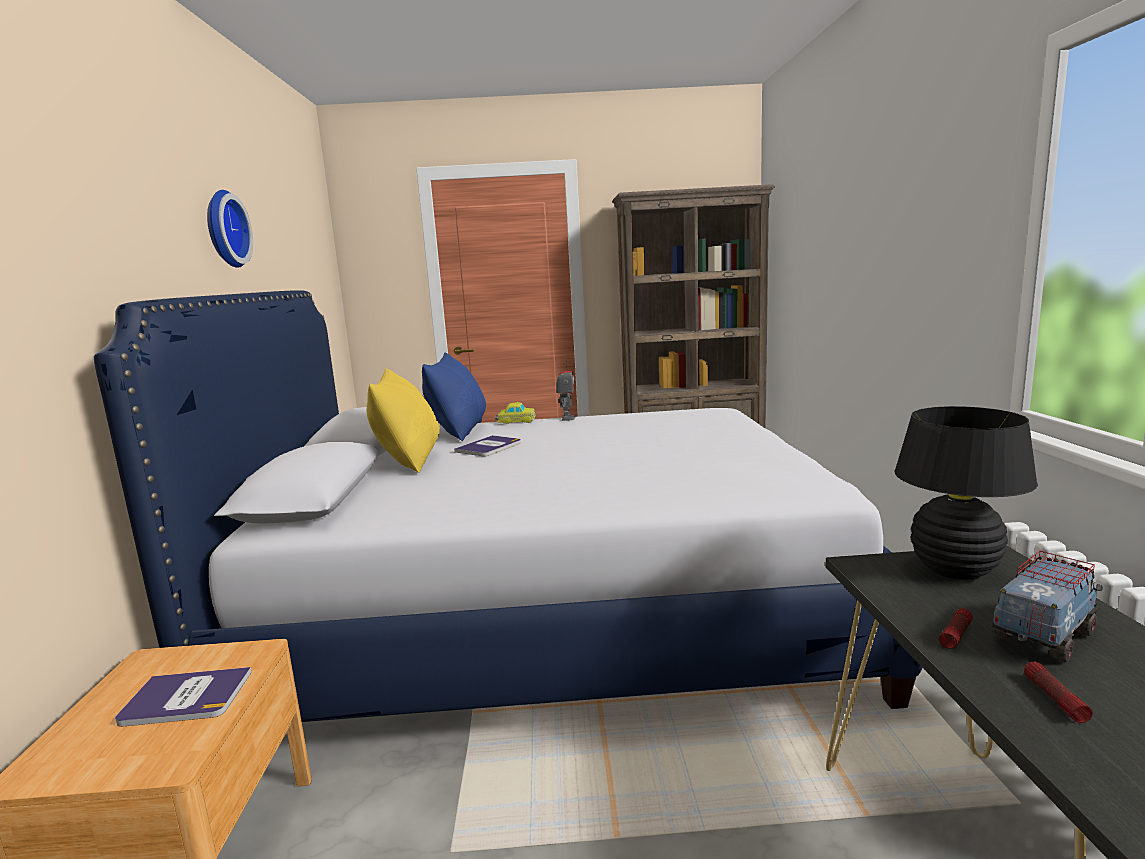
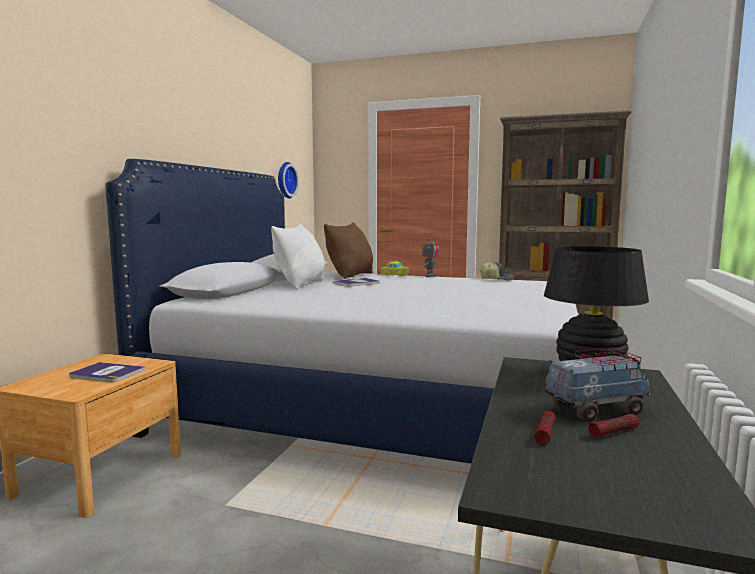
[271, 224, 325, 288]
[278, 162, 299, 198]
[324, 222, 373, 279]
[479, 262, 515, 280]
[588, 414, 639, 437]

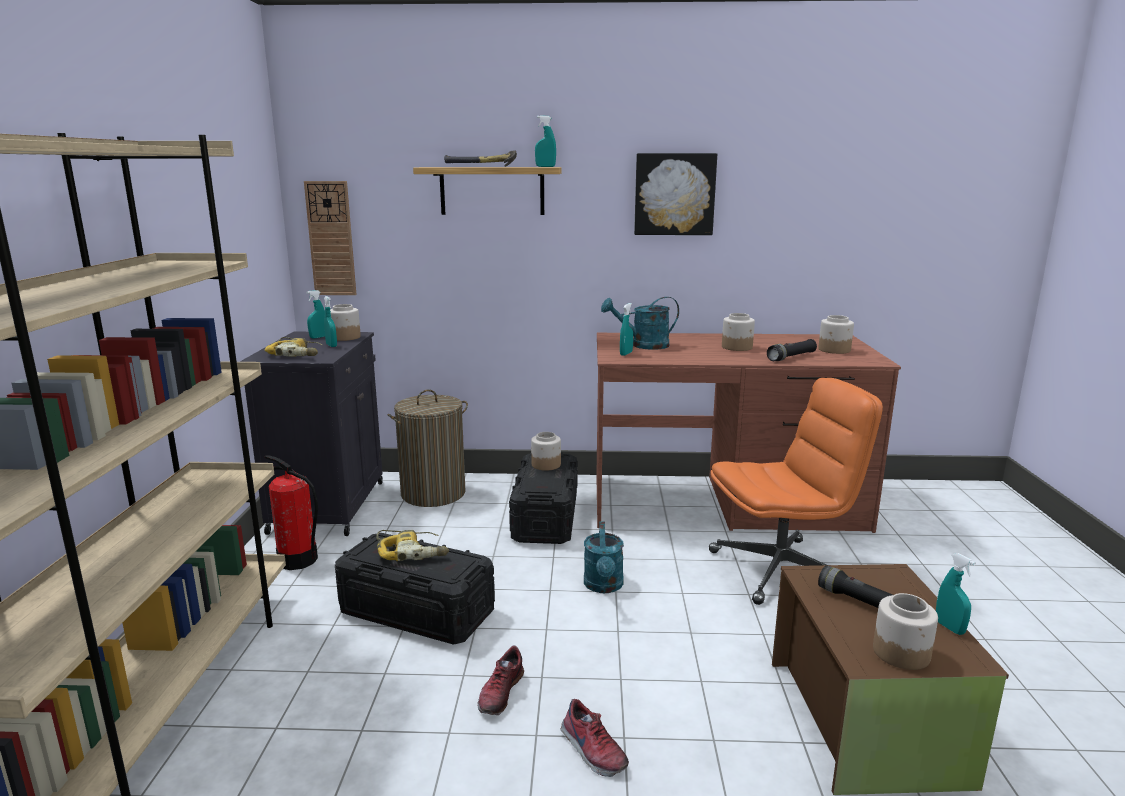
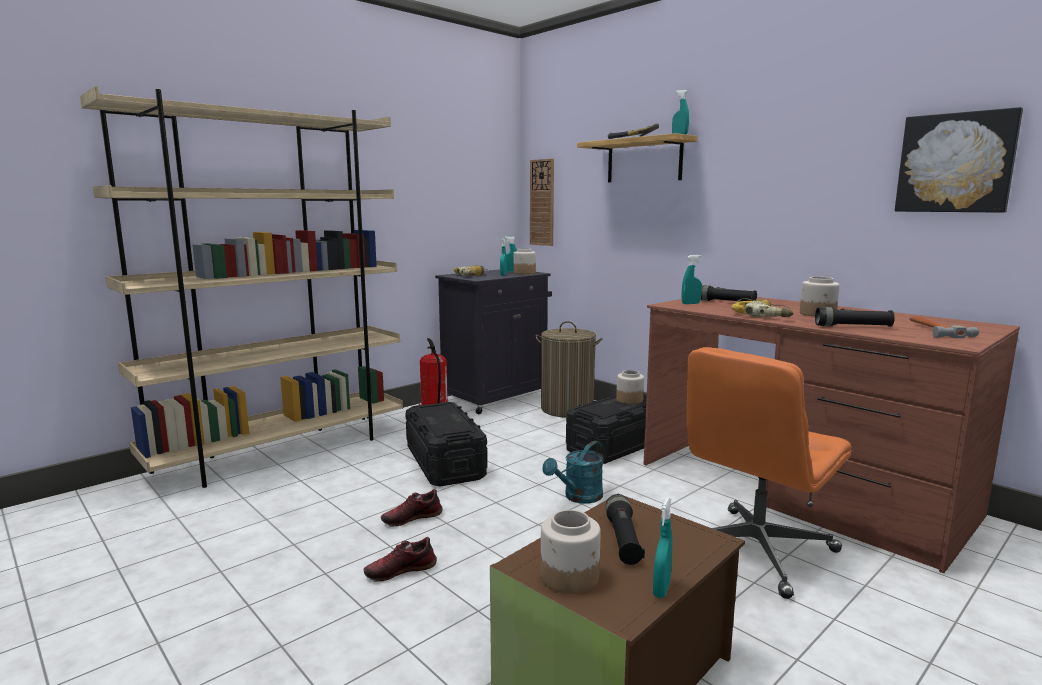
[364, 537, 437, 582]
[687, 347, 851, 599]
[701, 285, 757, 301]
[731, 298, 794, 317]
[895, 107, 1023, 213]
[909, 316, 979, 338]

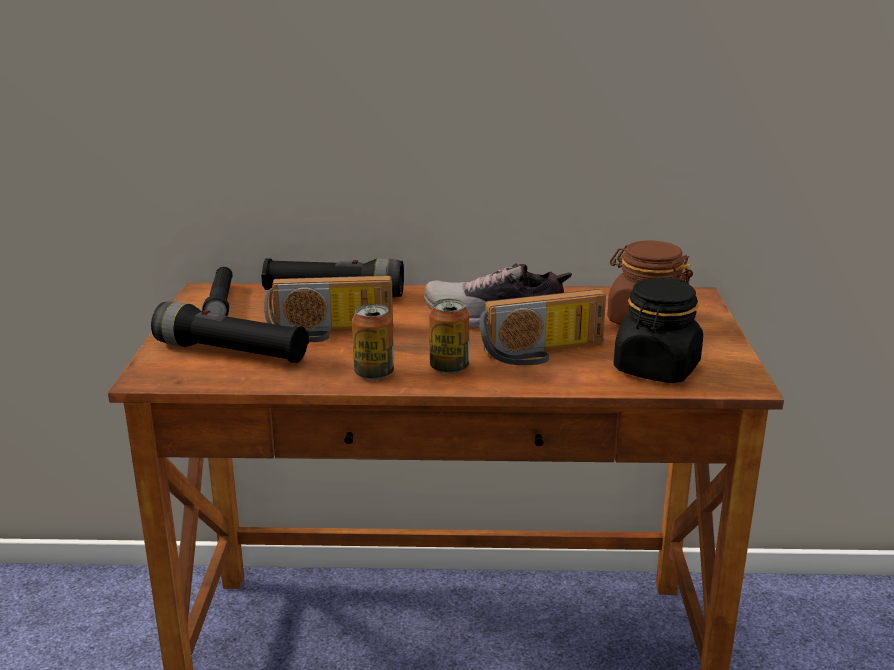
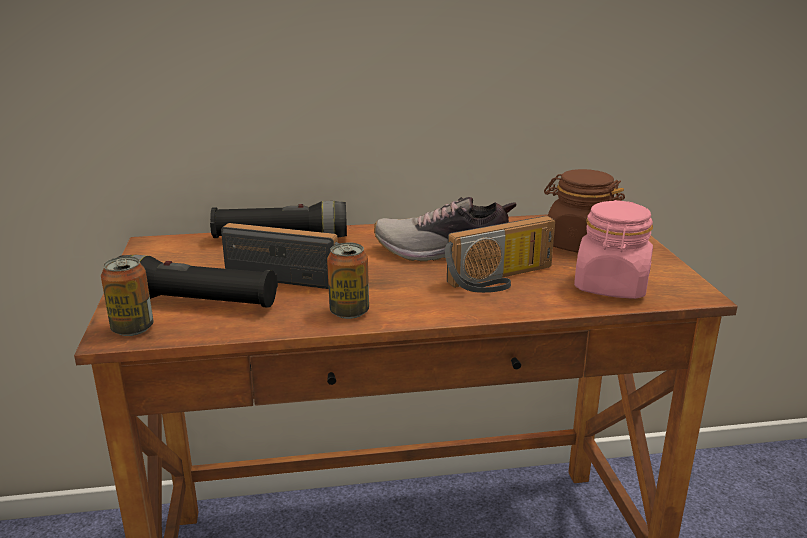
[101, 256, 153, 336]
[221, 223, 339, 289]
[574, 200, 653, 299]
[202, 267, 233, 316] (first image)

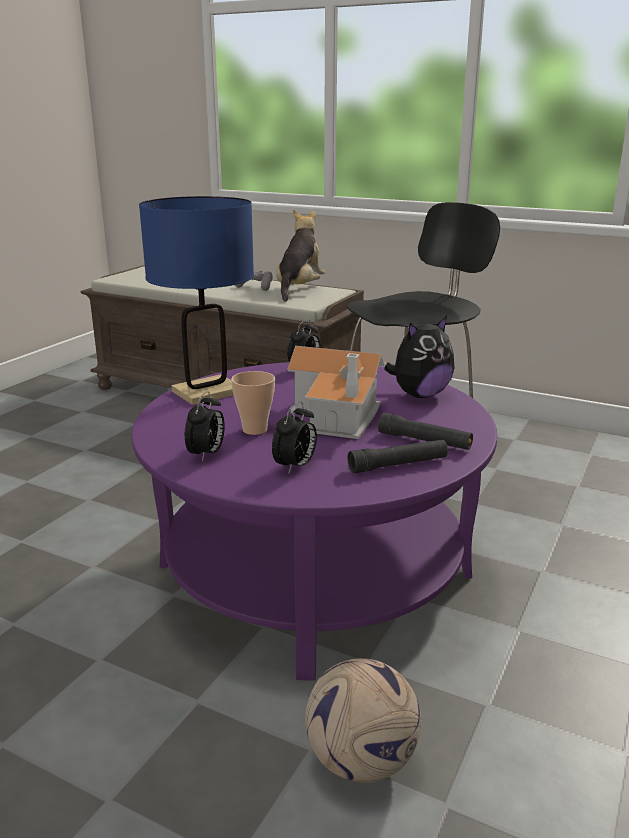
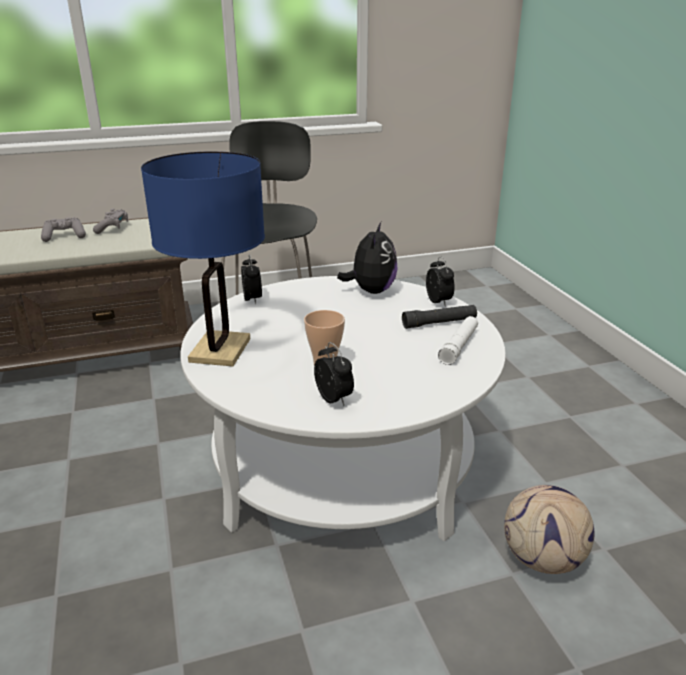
[93, 209, 128, 234]
[180, 276, 506, 541]
[426, 256, 455, 307]
[438, 316, 478, 365]
[288, 346, 386, 439] (first image)

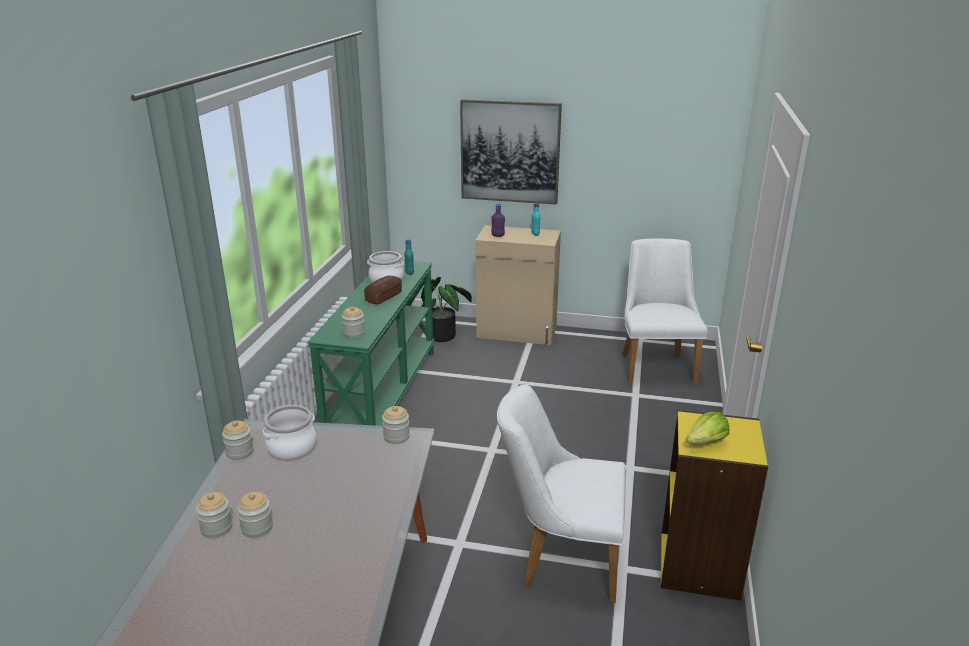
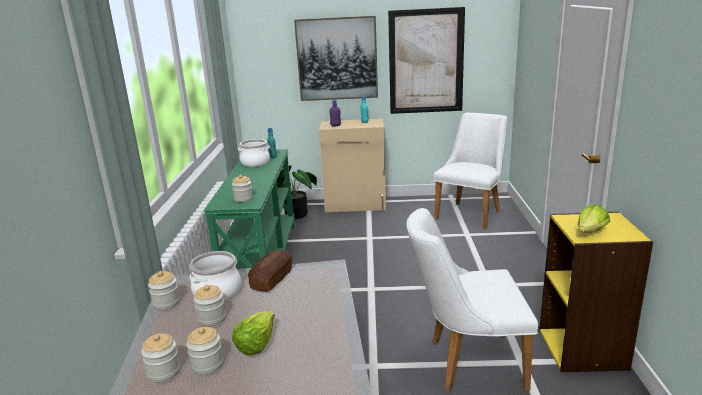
[194, 285, 226, 326]
[232, 311, 275, 355]
[248, 250, 292, 292]
[388, 7, 465, 114]
[433, 113, 507, 229]

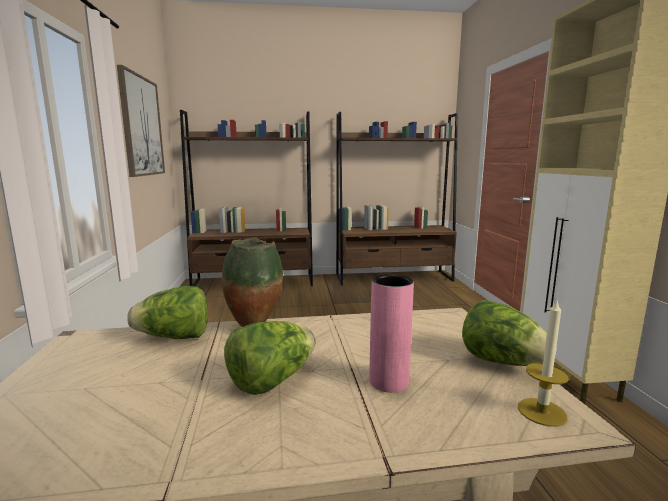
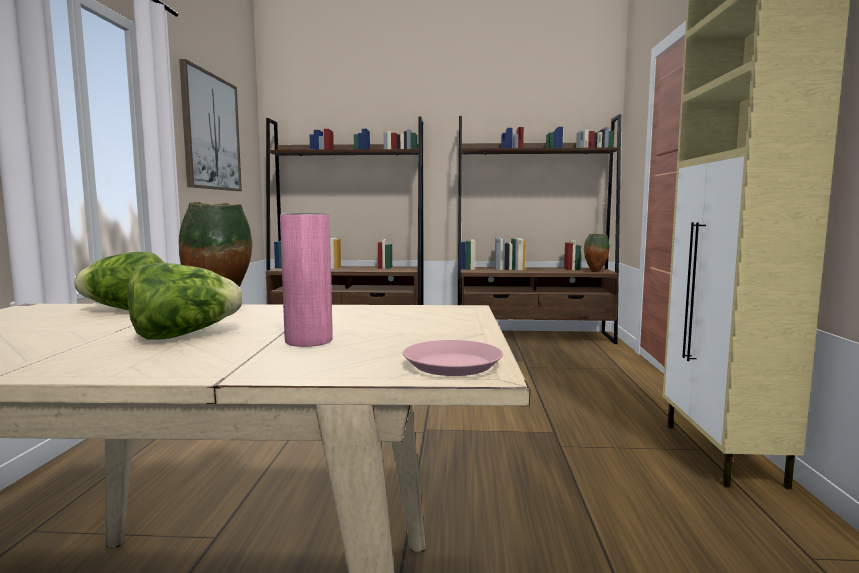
[403, 340, 503, 376]
[584, 234, 610, 272]
[462, 300, 557, 366] (first image)

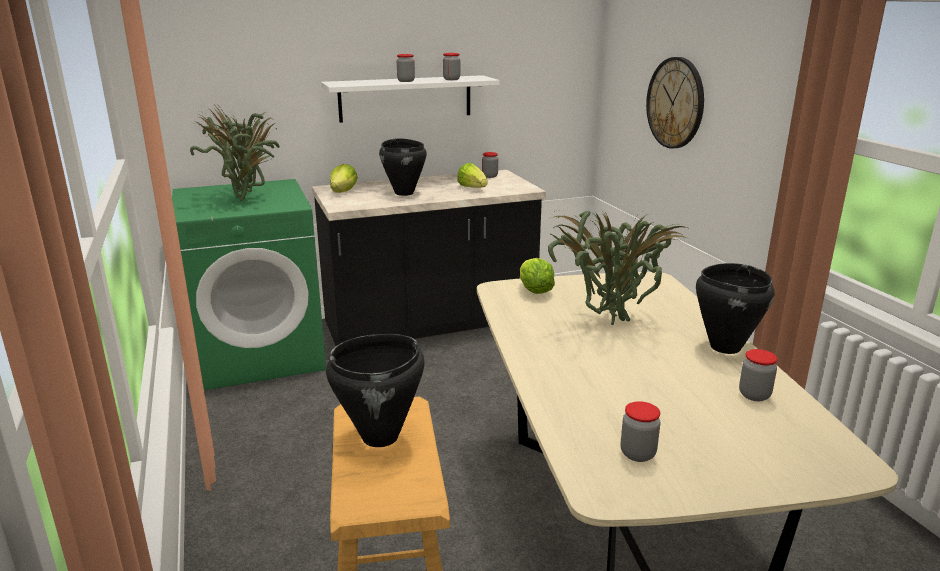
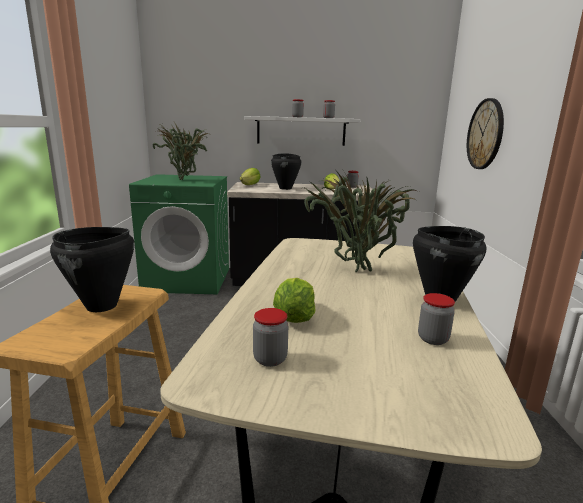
[273, 278, 315, 323]

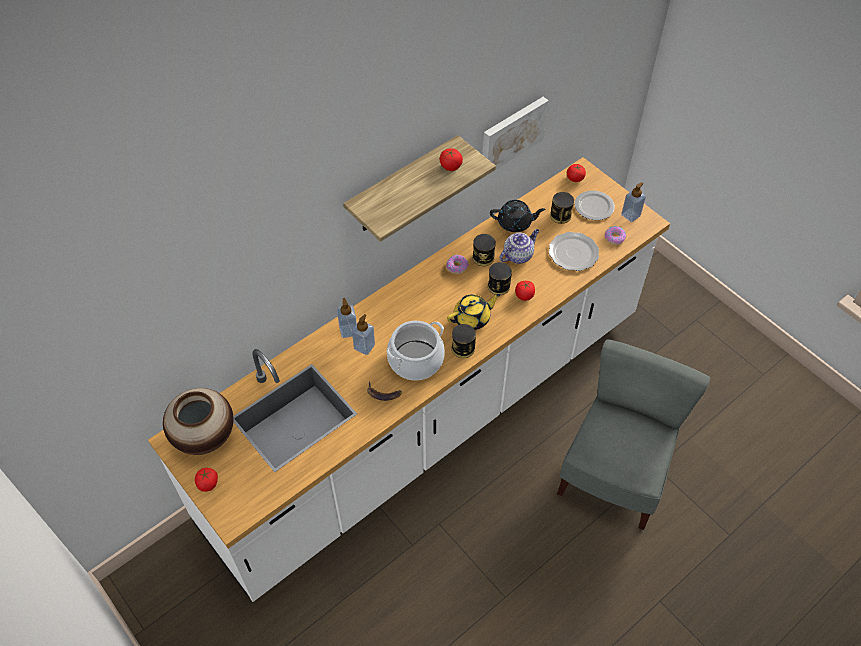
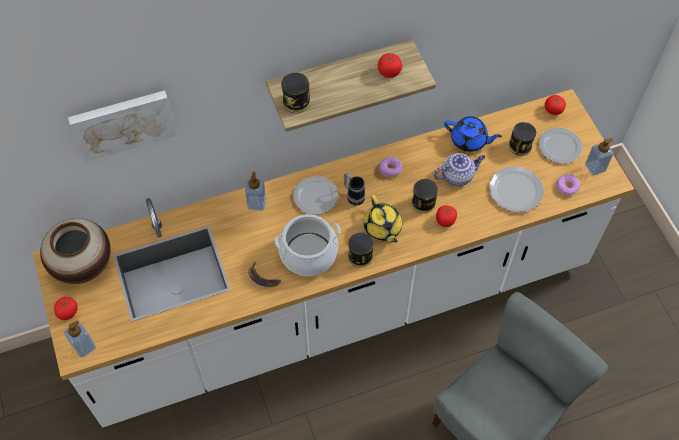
[64, 321, 96, 358]
[68, 90, 177, 162]
[281, 73, 310, 113]
[293, 176, 338, 215]
[344, 173, 365, 205]
[364, 195, 402, 243]
[444, 116, 502, 152]

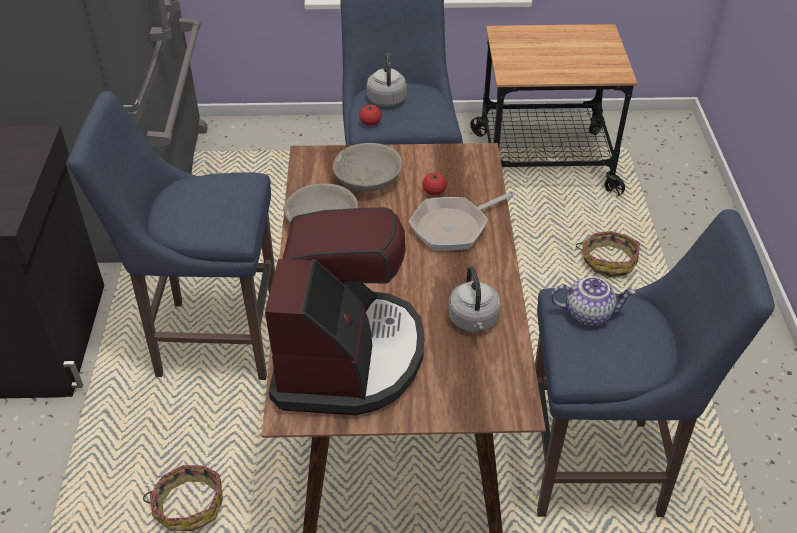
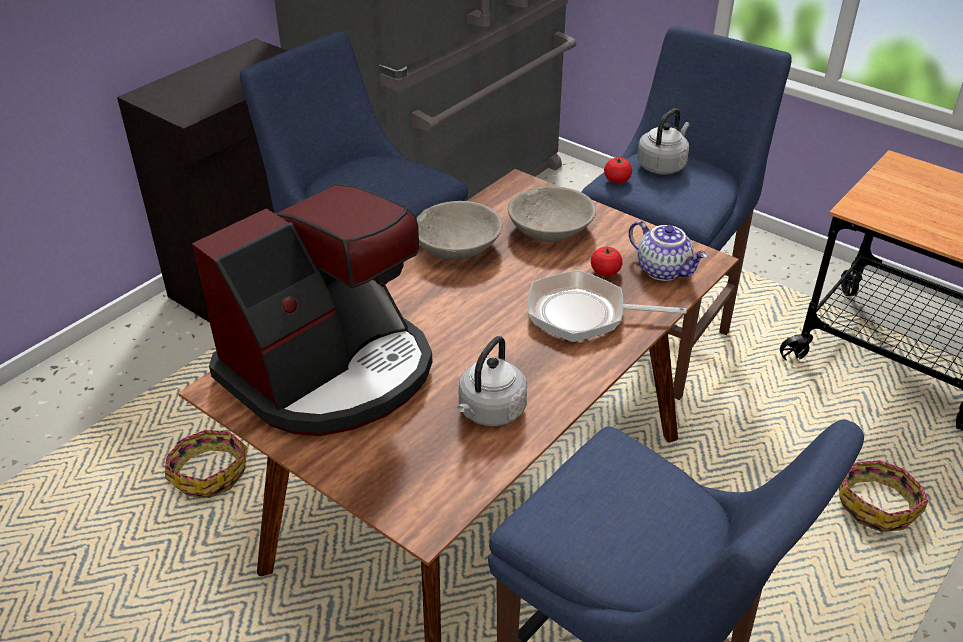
[628, 221, 707, 281]

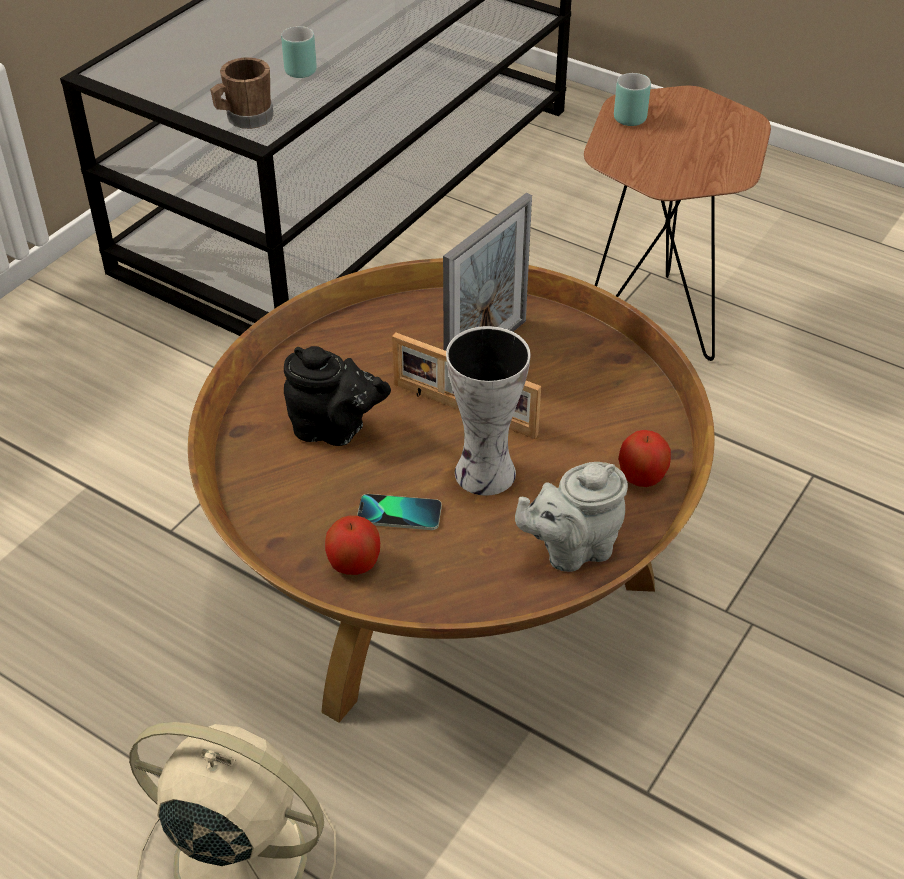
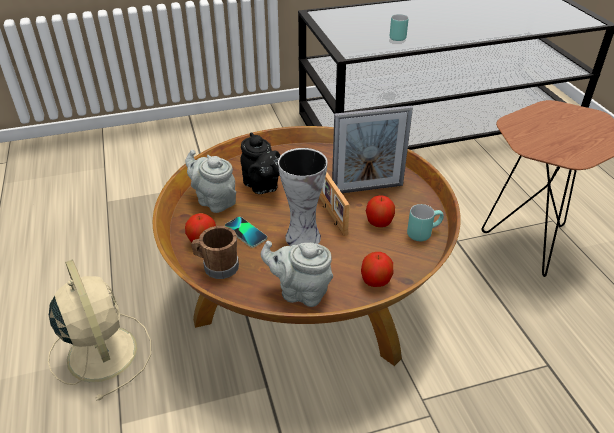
[185, 150, 236, 213]
[191, 226, 239, 279]
[366, 195, 395, 227]
[407, 204, 444, 241]

